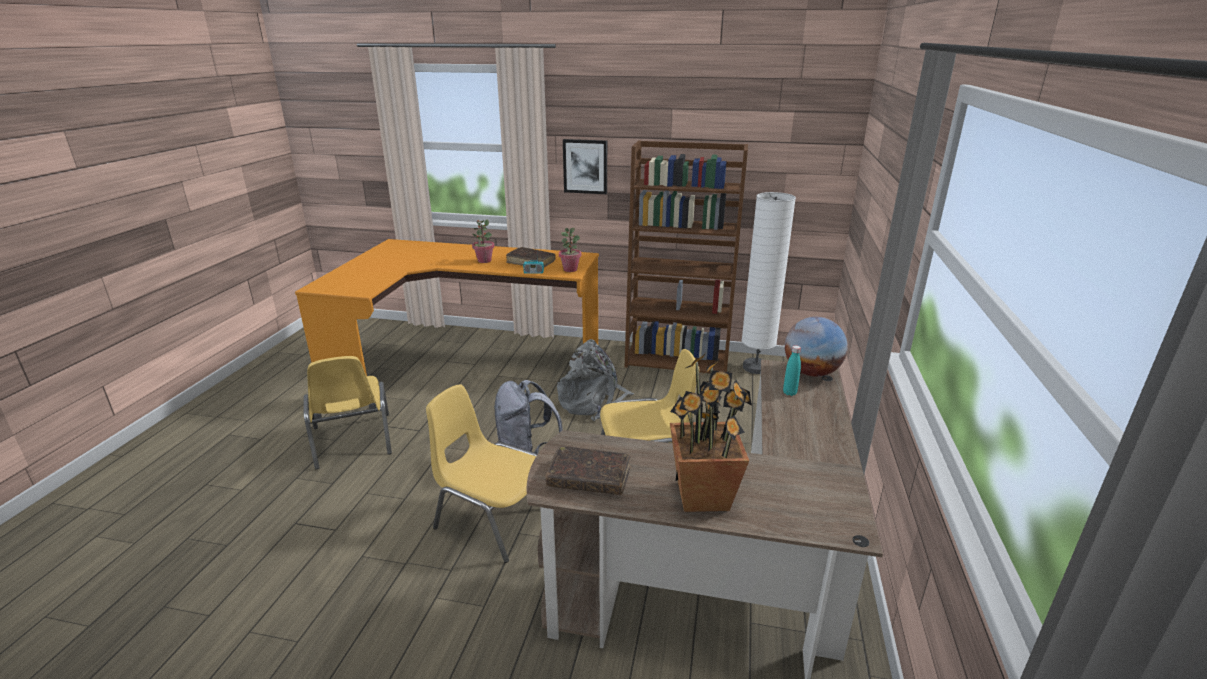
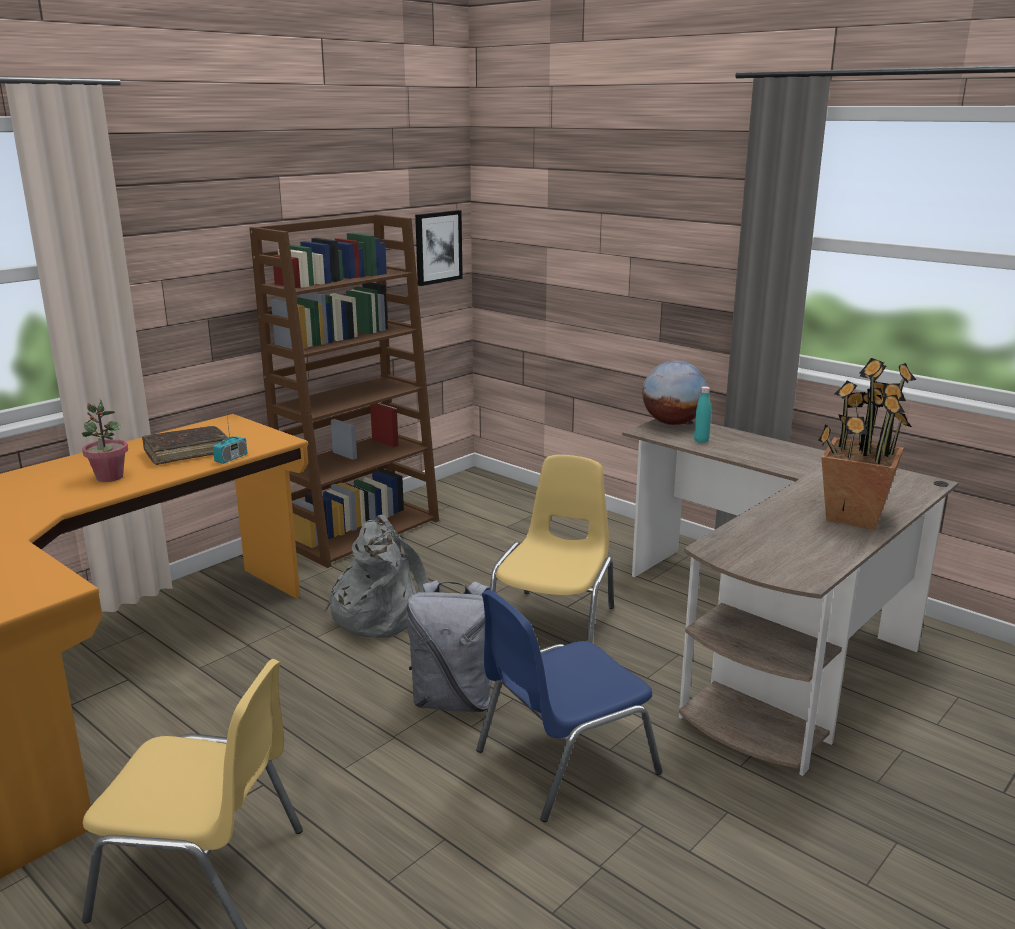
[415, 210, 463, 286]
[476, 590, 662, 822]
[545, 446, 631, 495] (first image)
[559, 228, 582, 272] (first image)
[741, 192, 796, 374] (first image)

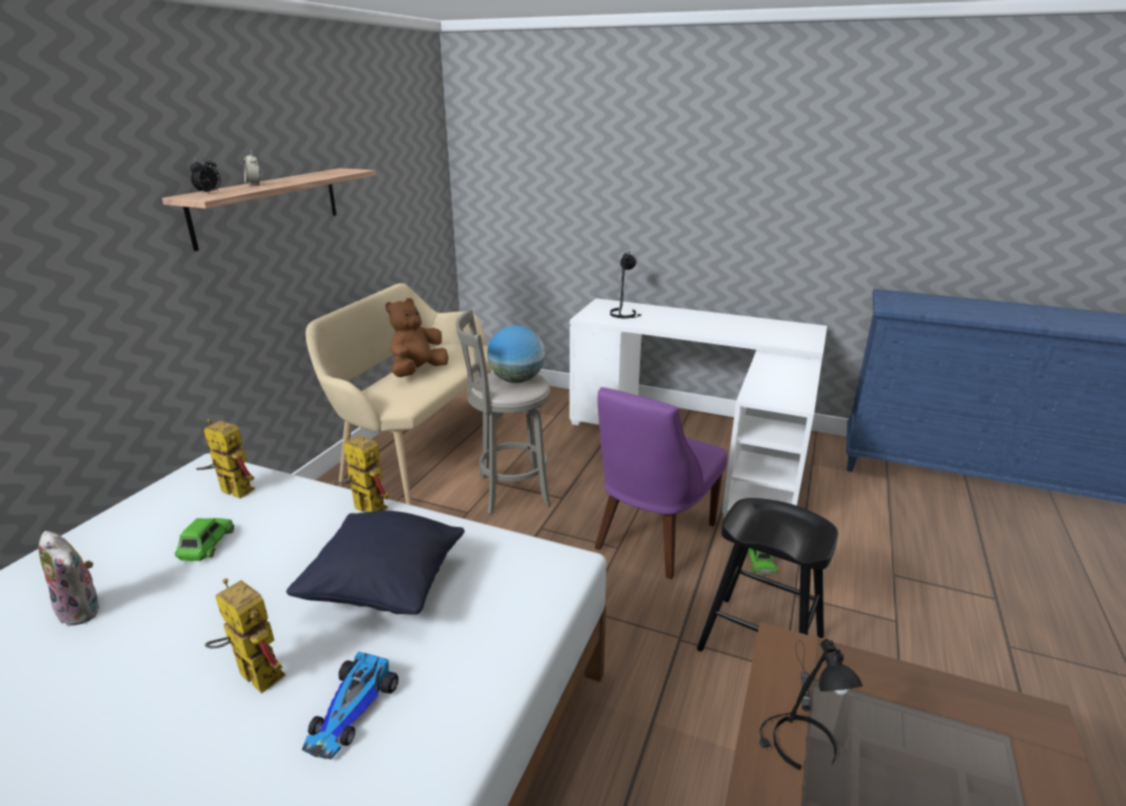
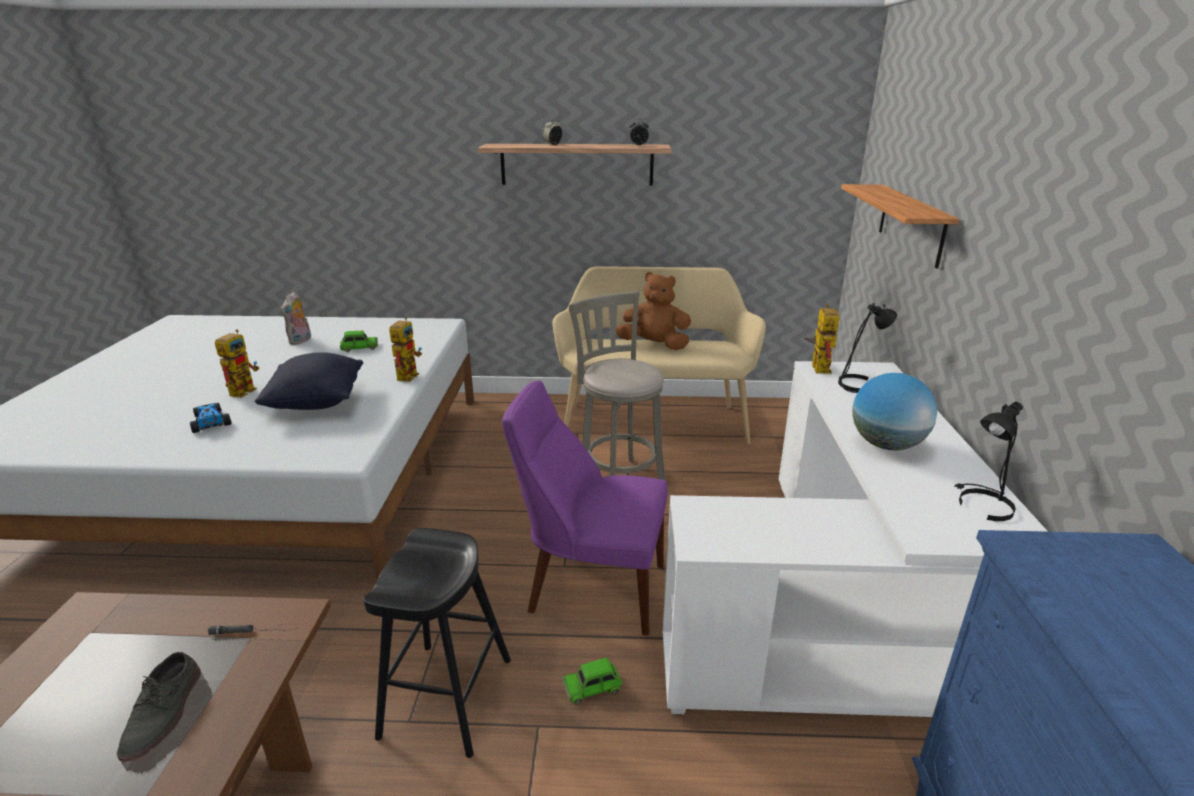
[117, 652, 201, 762]
[190, 403, 232, 433]
[629, 119, 649, 146]
[804, 304, 839, 374]
[841, 184, 959, 268]
[852, 373, 937, 450]
[954, 402, 1023, 521]

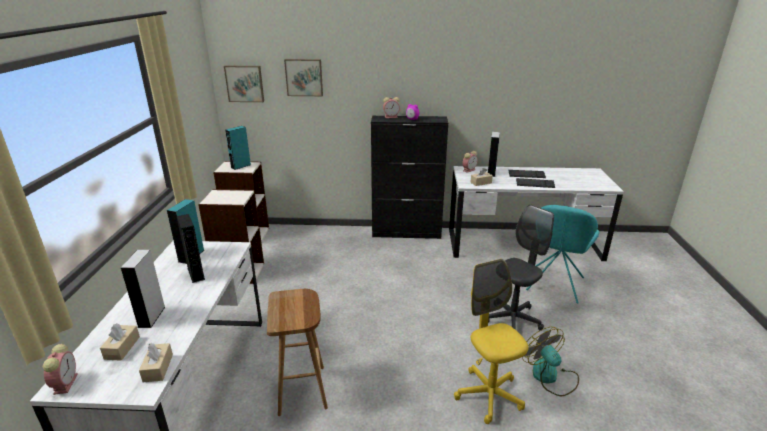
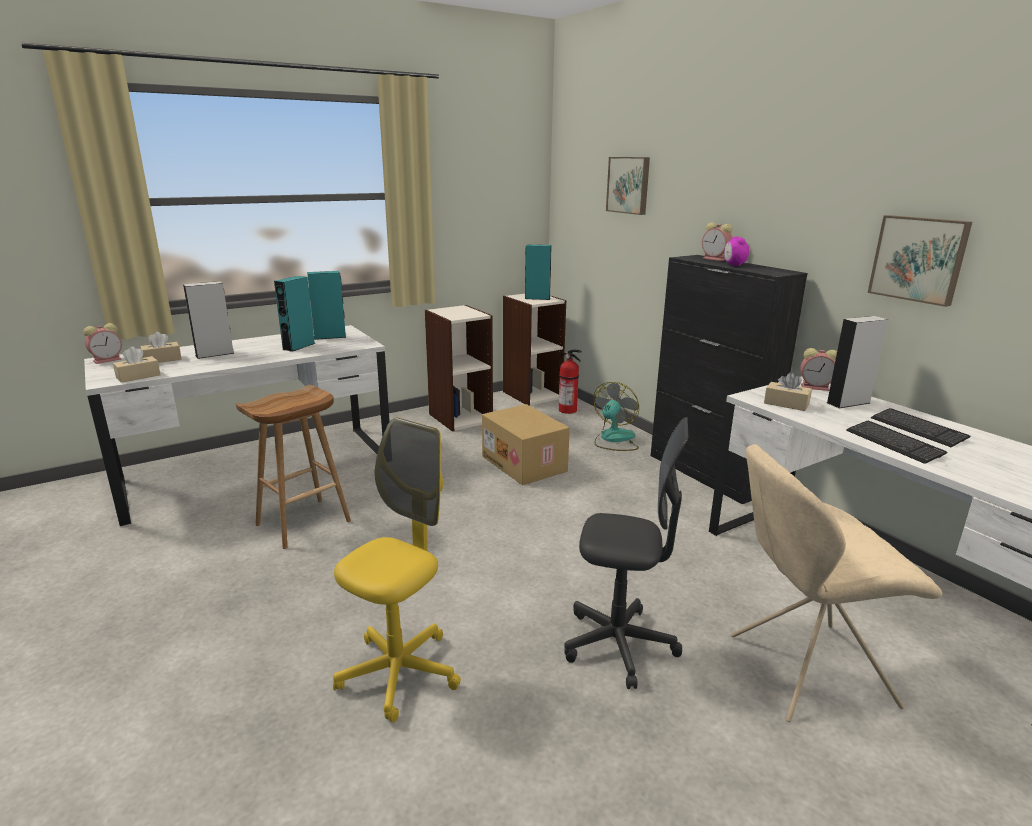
[274, 276, 315, 352]
[482, 404, 570, 485]
[558, 350, 582, 414]
[593, 382, 639, 451]
[731, 444, 942, 722]
[868, 215, 972, 307]

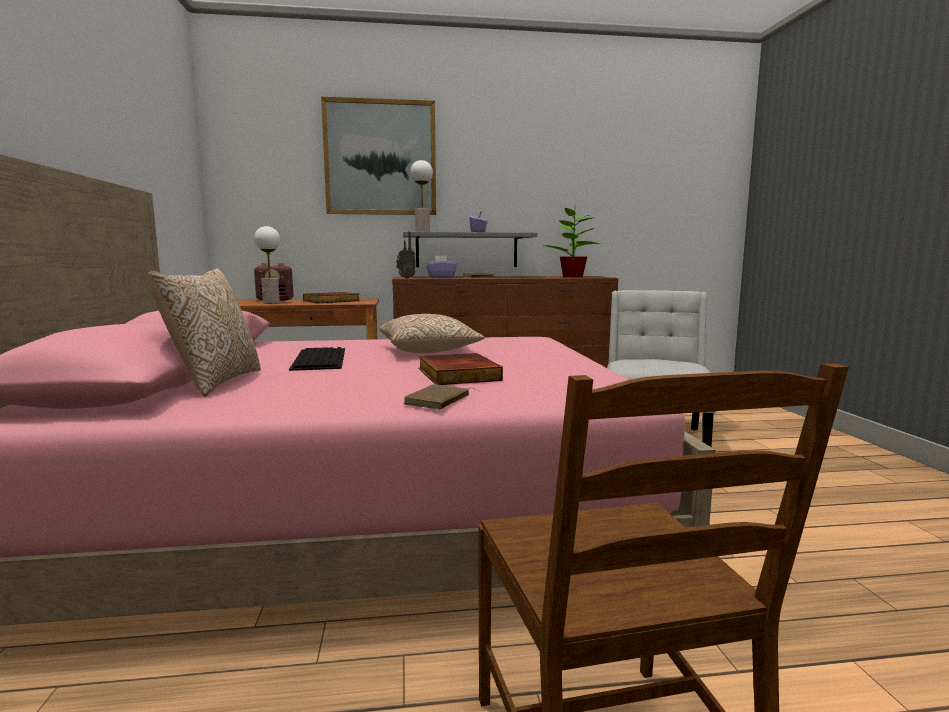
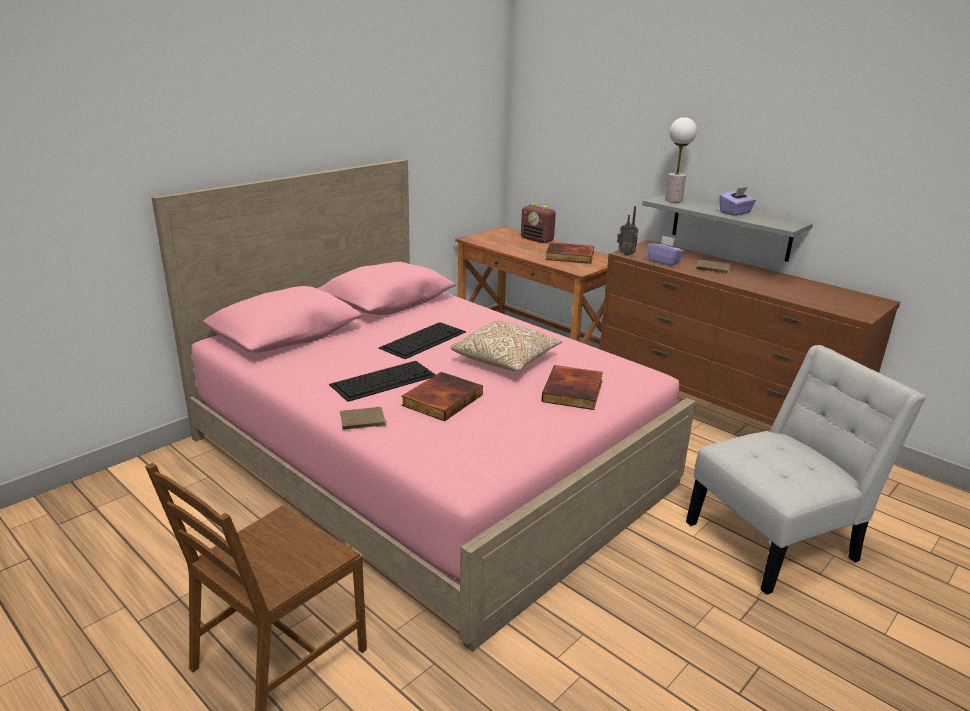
[329, 361, 436, 402]
[542, 365, 603, 410]
[148, 268, 261, 397] (first image)
[254, 226, 280, 304] (first image)
[321, 97, 436, 215] (first image)
[542, 208, 600, 277] (first image)

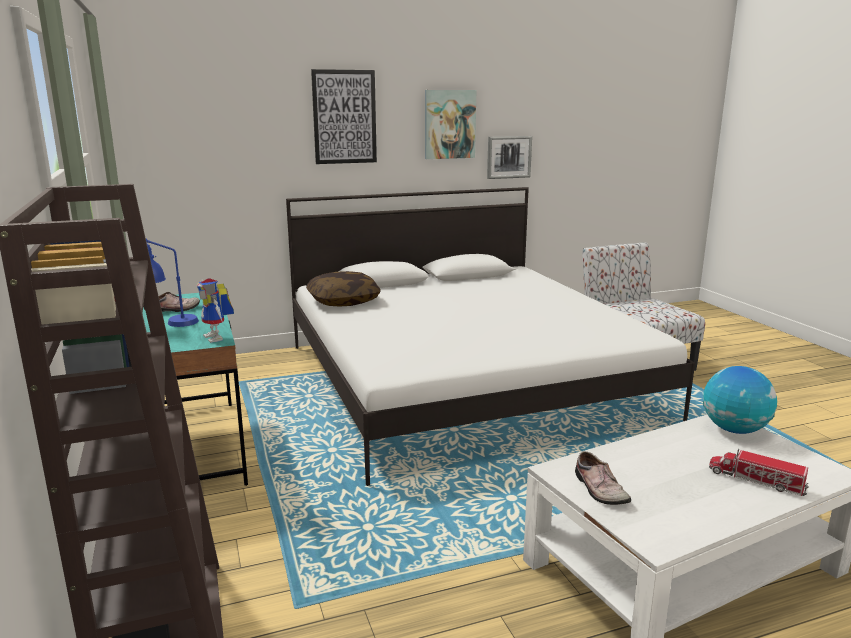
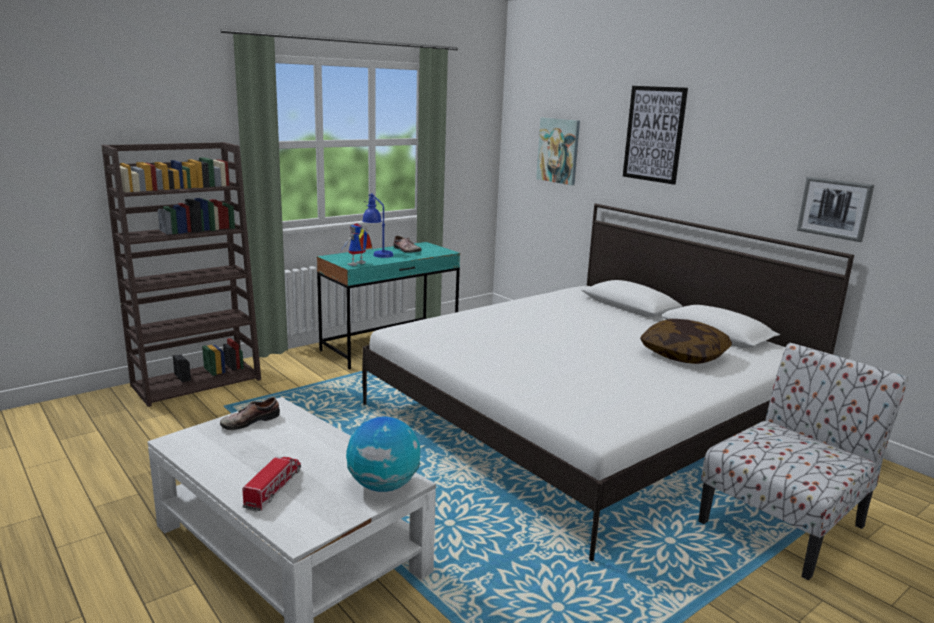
[536, 118, 580, 185]
[640, 319, 732, 364]

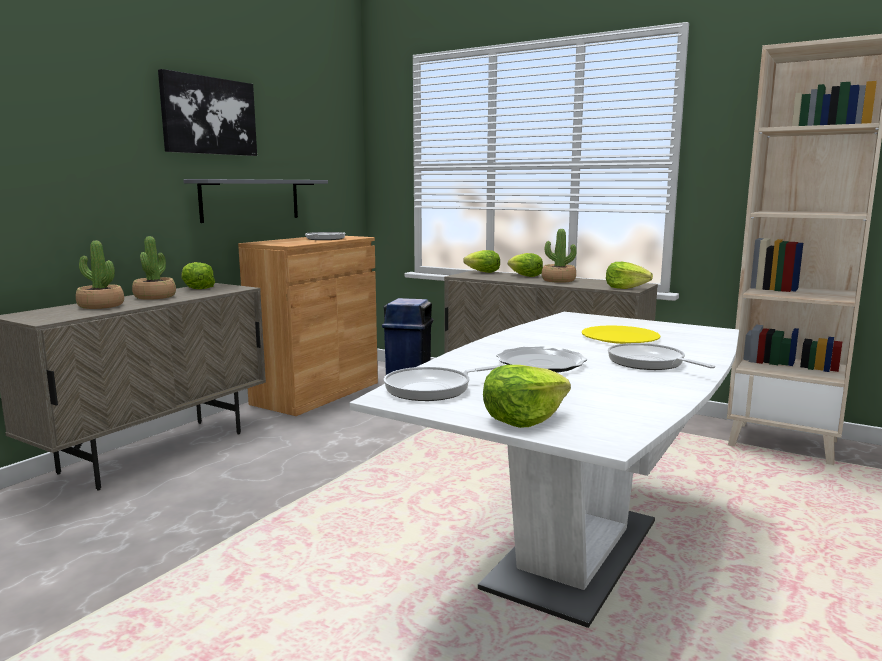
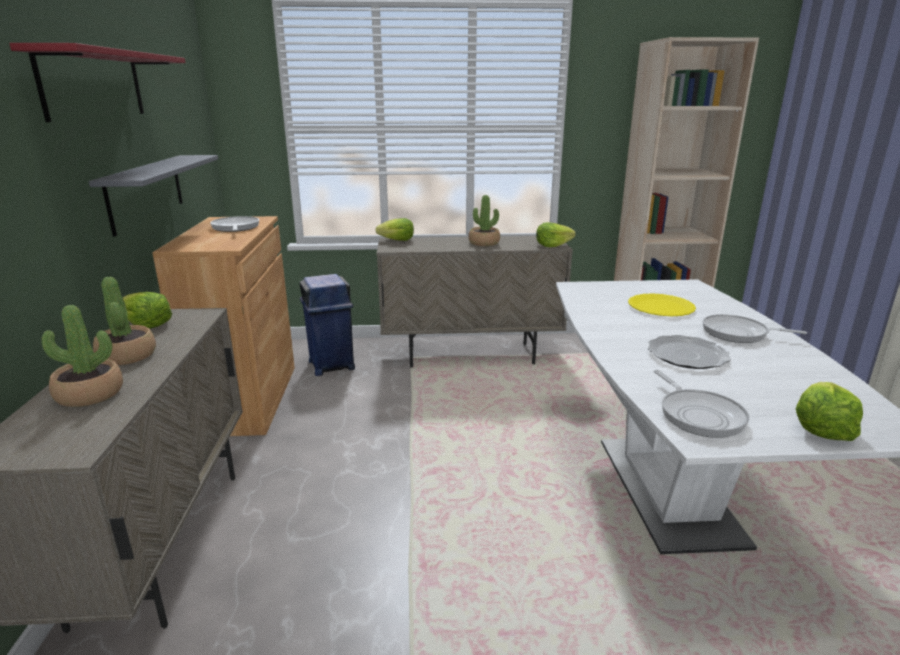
[9, 43, 185, 122]
[653, 370, 749, 438]
[508, 253, 543, 277] (first image)

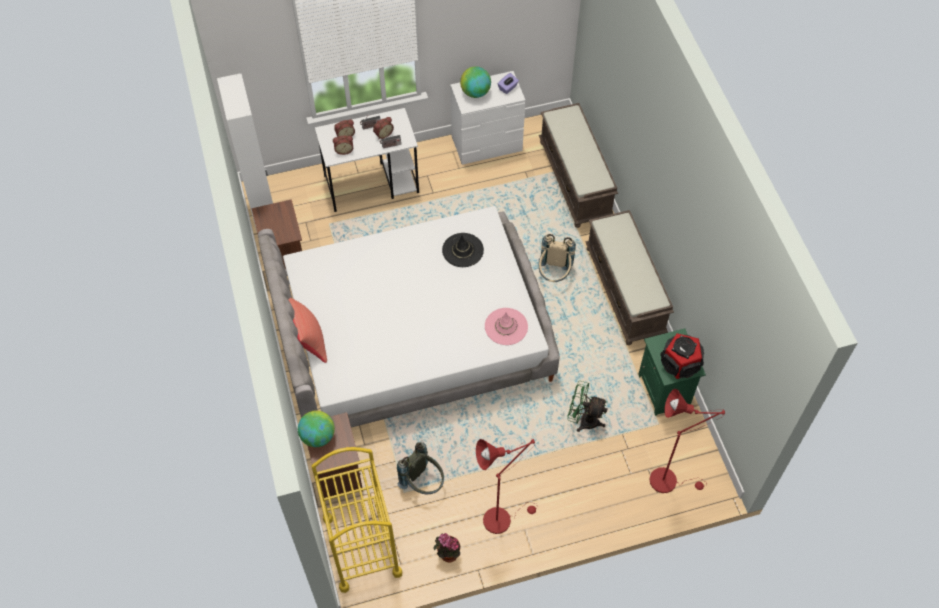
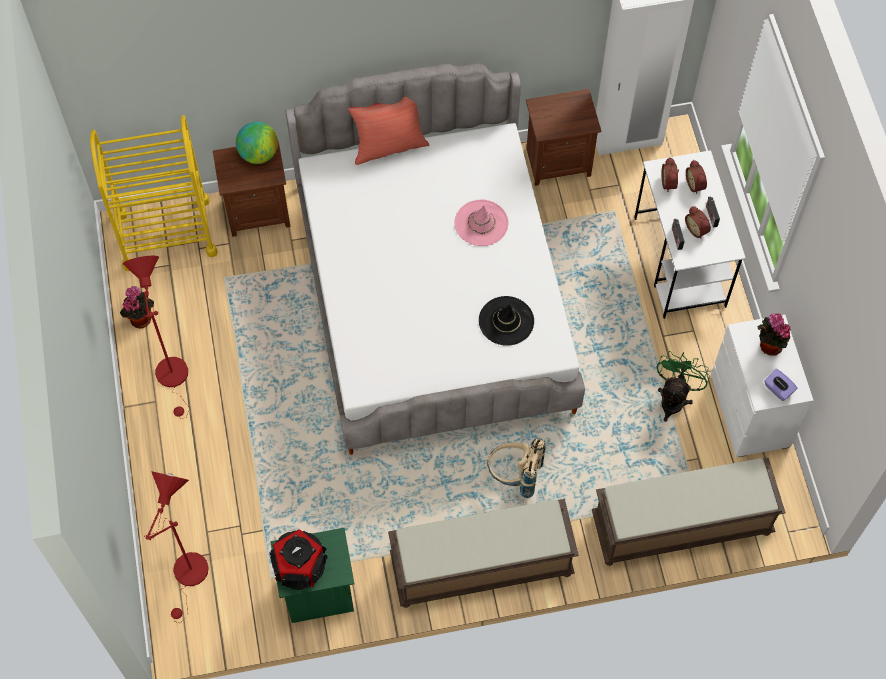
[455, 200, 509, 246]
[656, 351, 710, 422]
[758, 313, 791, 356]
[397, 442, 444, 494] (first image)

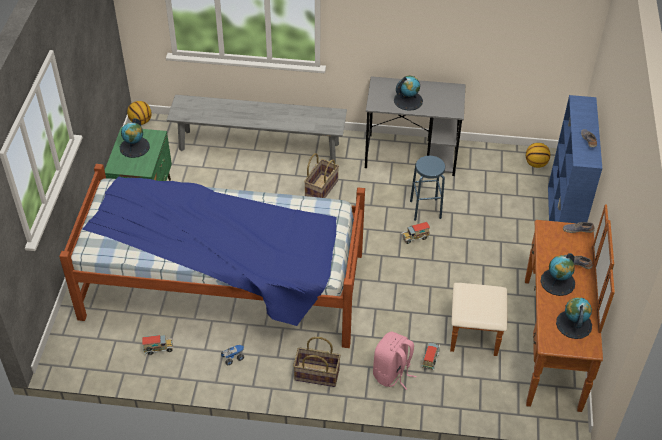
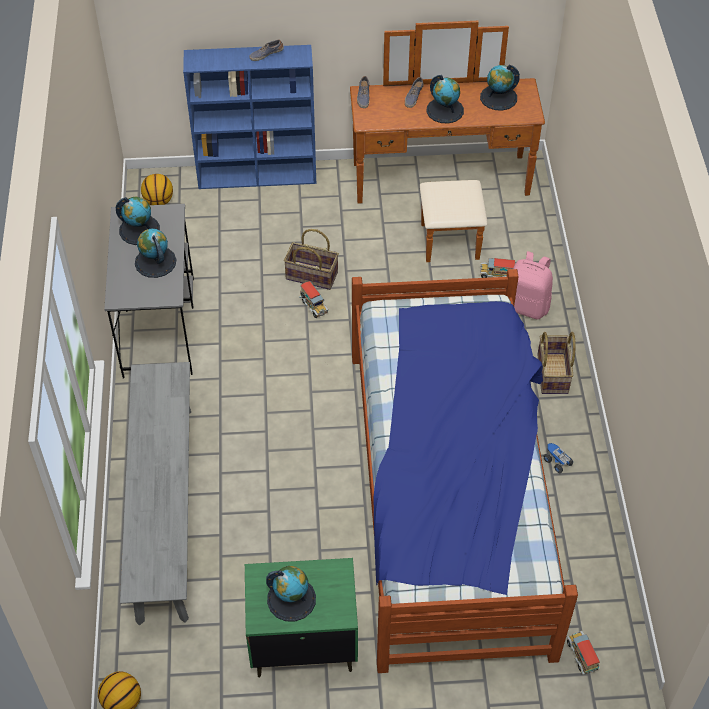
[116, 197, 160, 245]
[284, 229, 339, 290]
[567, 631, 600, 674]
[410, 156, 445, 221] (first image)

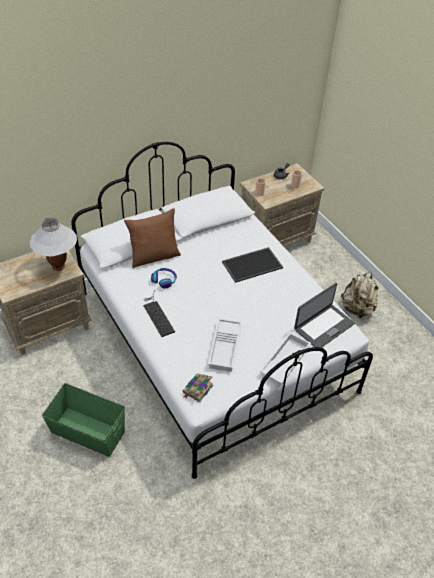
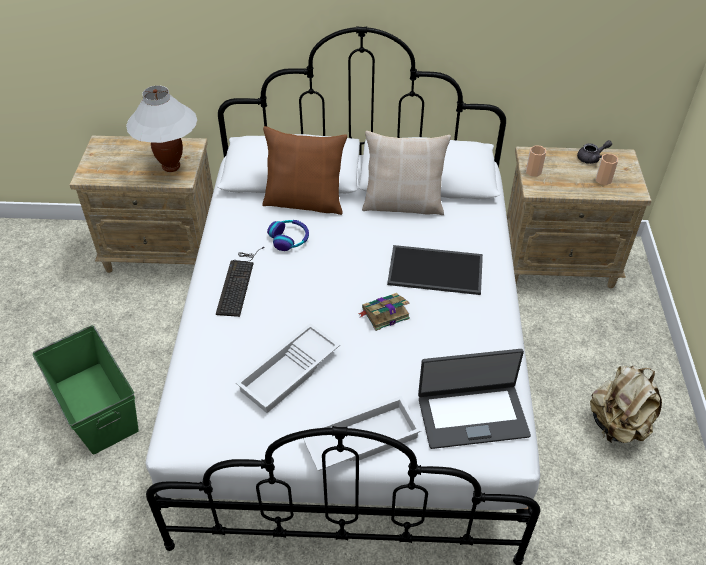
[359, 293, 410, 331]
[362, 131, 451, 215]

